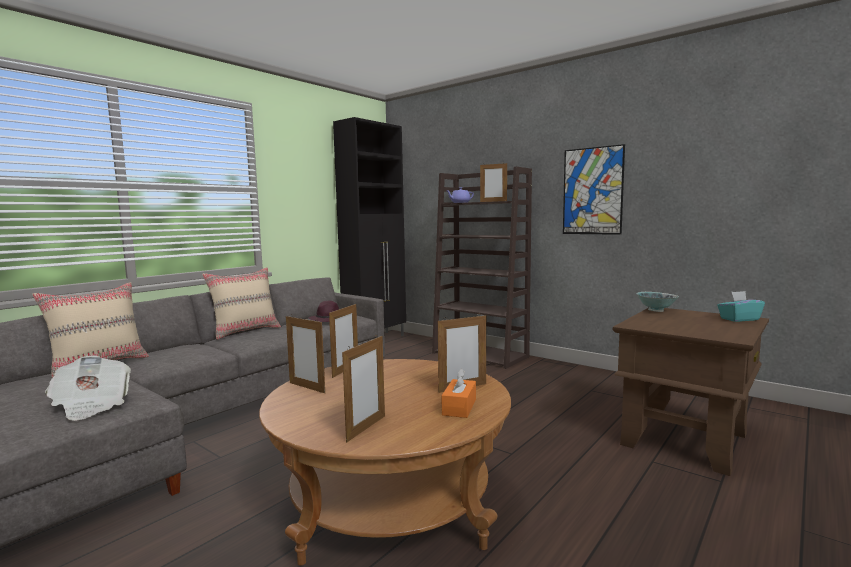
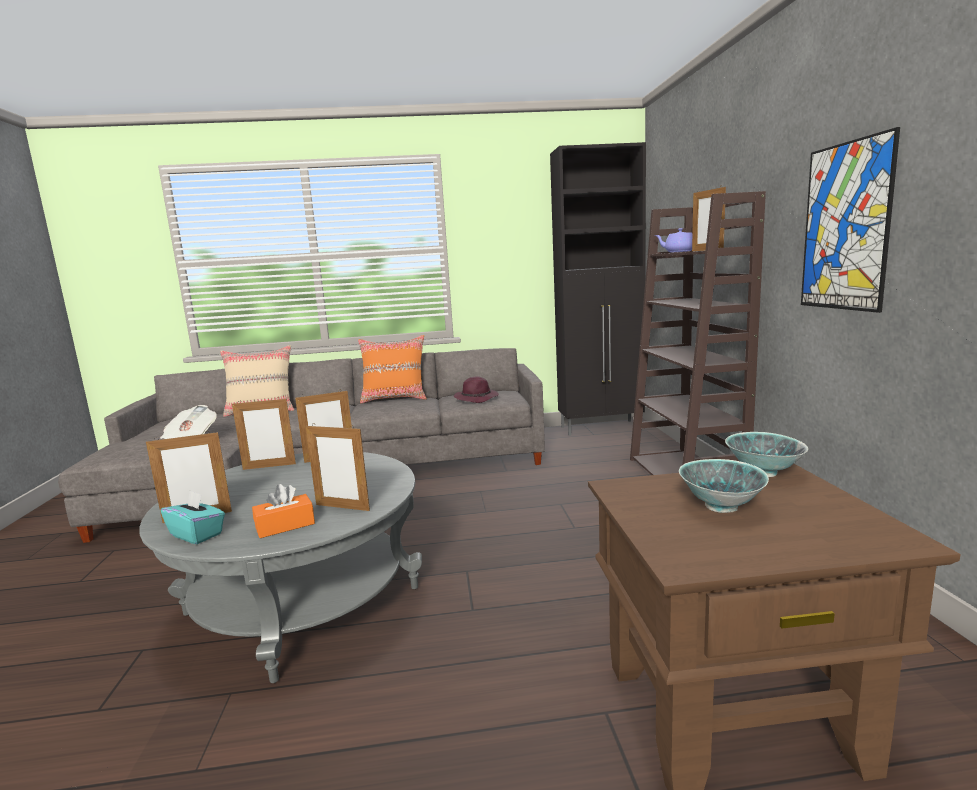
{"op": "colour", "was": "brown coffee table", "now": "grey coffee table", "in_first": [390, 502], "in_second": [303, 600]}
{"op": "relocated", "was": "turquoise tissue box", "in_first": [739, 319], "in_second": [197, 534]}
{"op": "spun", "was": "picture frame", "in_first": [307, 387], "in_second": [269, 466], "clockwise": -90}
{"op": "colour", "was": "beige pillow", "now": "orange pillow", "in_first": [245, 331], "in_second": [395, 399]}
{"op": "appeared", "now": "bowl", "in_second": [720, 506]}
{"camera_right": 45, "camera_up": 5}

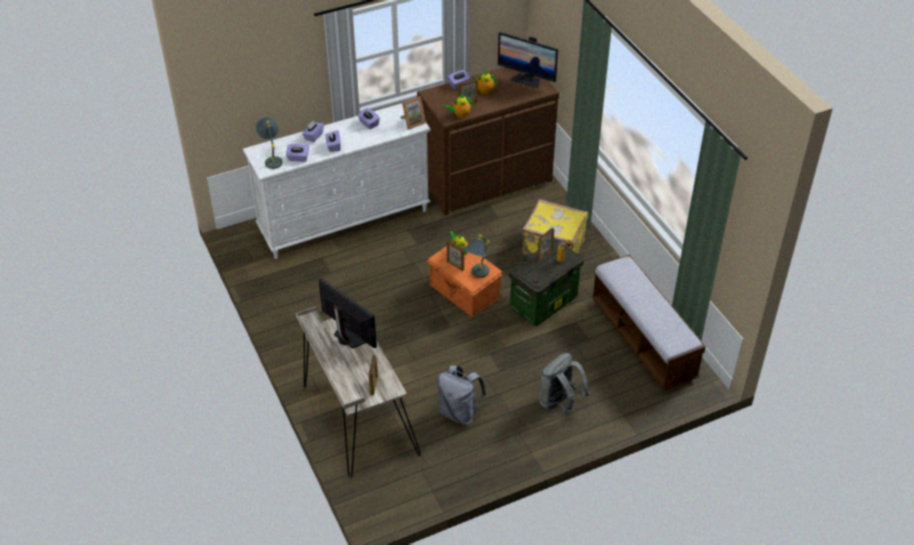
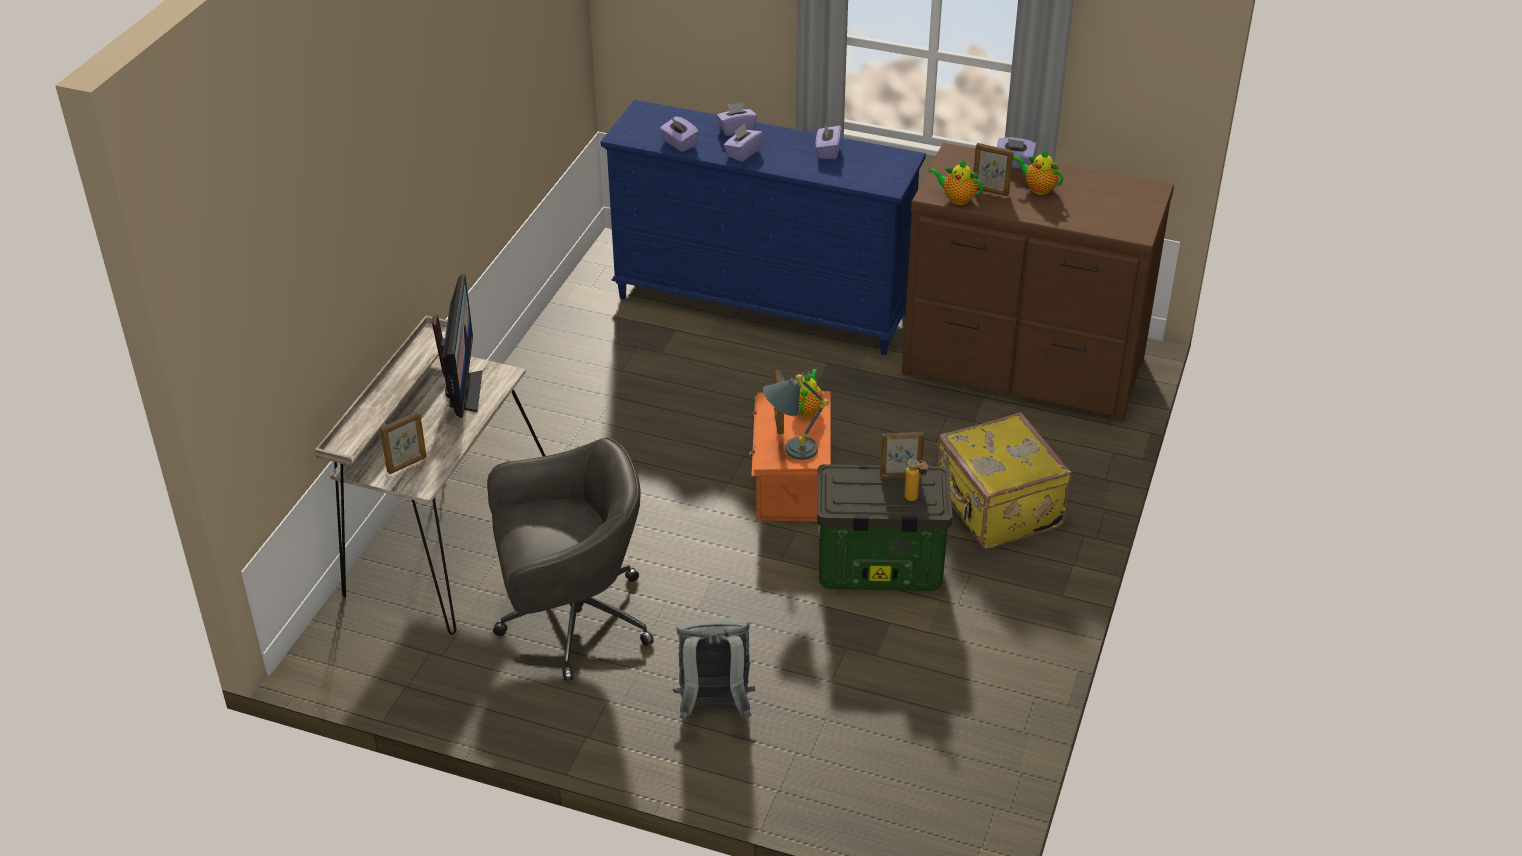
{"op": "exchanged", "was": "grey backpack", "now": "grey office chair", "in_first": [459, 413], "in_second": [571, 621]}
{"op": "colour", "was": "white dresser", "now": "blue dresser", "in_first": [345, 221], "in_second": [763, 306]}
{"op": "missing", "was": "grey table lamp", "in_first": [272, 159]}
{"op": "missing", "was": "picture frame", "in_first": [412, 122]}
{"op": "missing", "was": "monitor", "in_first": [527, 80]}
{"op": "missing", "was": "bench", "in_first": [642, 339]}
{"camera_right": 45, "camera_up": -5}

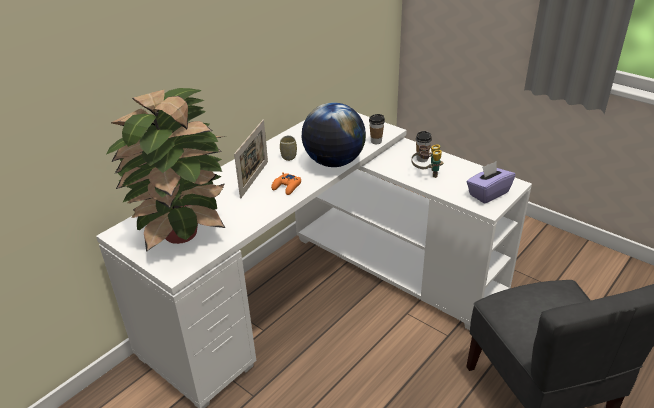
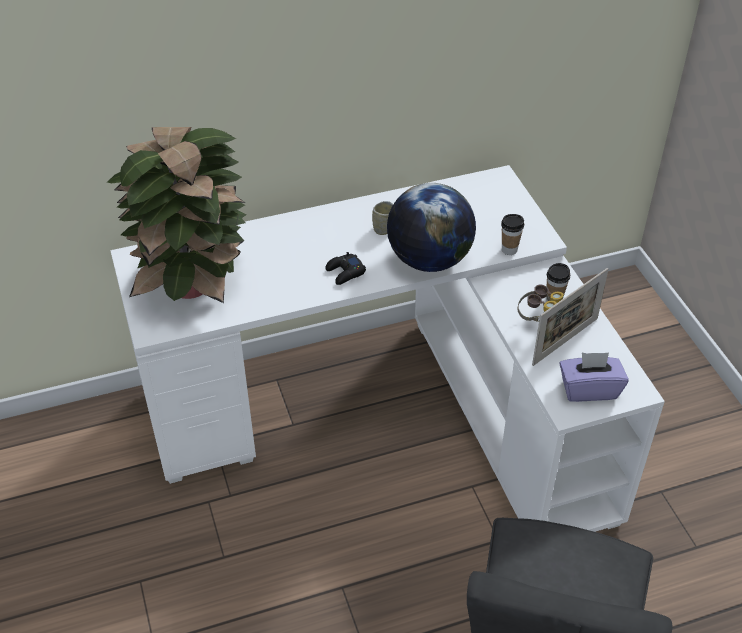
{"op": "colour", "was": "orange game controller", "now": "black game controller", "in_first": [287, 187], "in_second": [345, 272]}
{"op": "relocated", "was": "picture frame", "in_first": [254, 179], "in_second": [565, 341]}
{"camera_right": 30, "camera_up": 10}

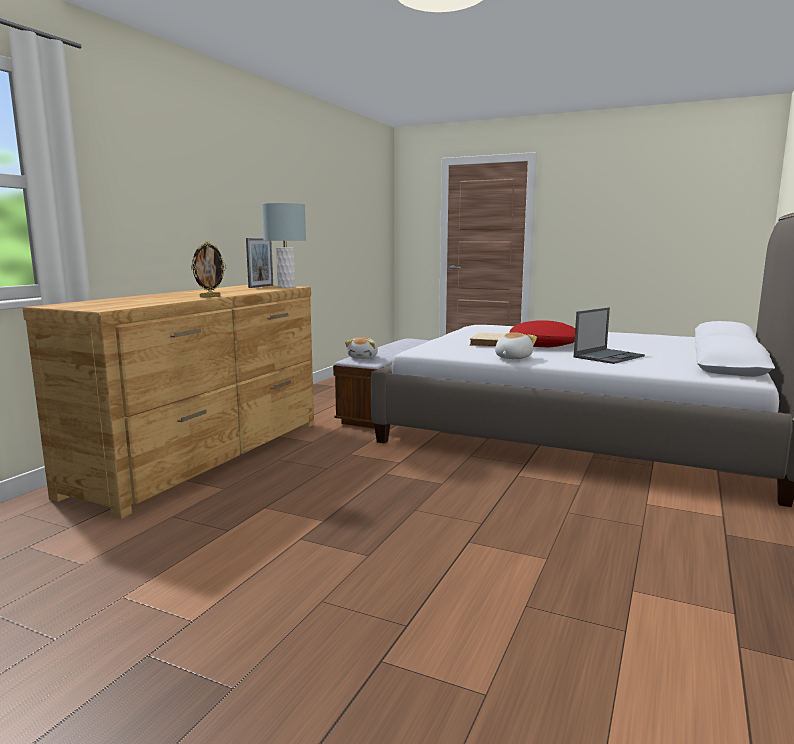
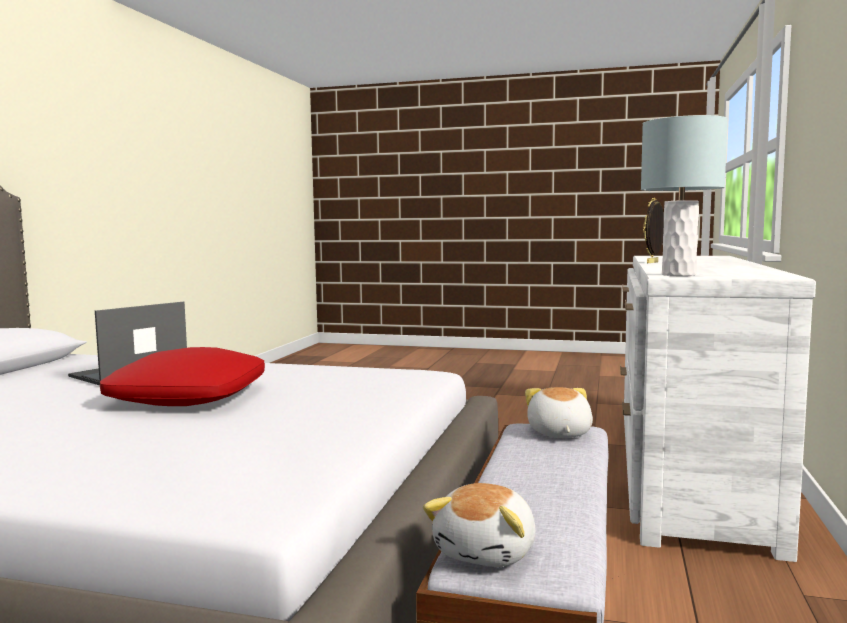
{"op": "relocated", "was": "plush toy", "in_first": [512, 358], "in_second": [488, 552]}
{"op": "colour", "was": "brown dresser", "now": "white dresser", "in_first": [206, 455], "in_second": [688, 472]}
{"op": "missing", "was": "picture frame", "in_first": [261, 286]}
{"op": "missing", "was": "beige book", "in_first": [488, 343]}
{"camera_right": 170, "camera_up": -5}

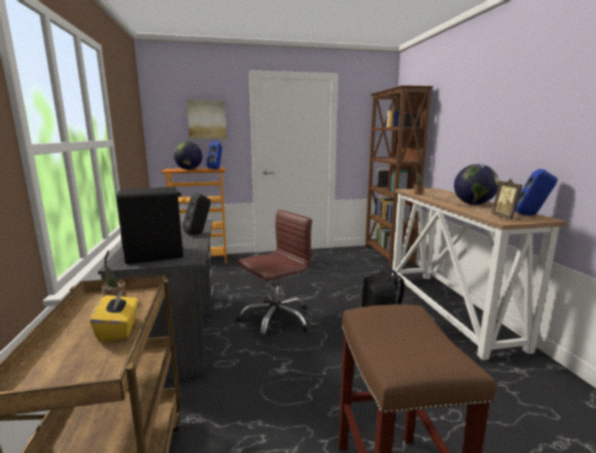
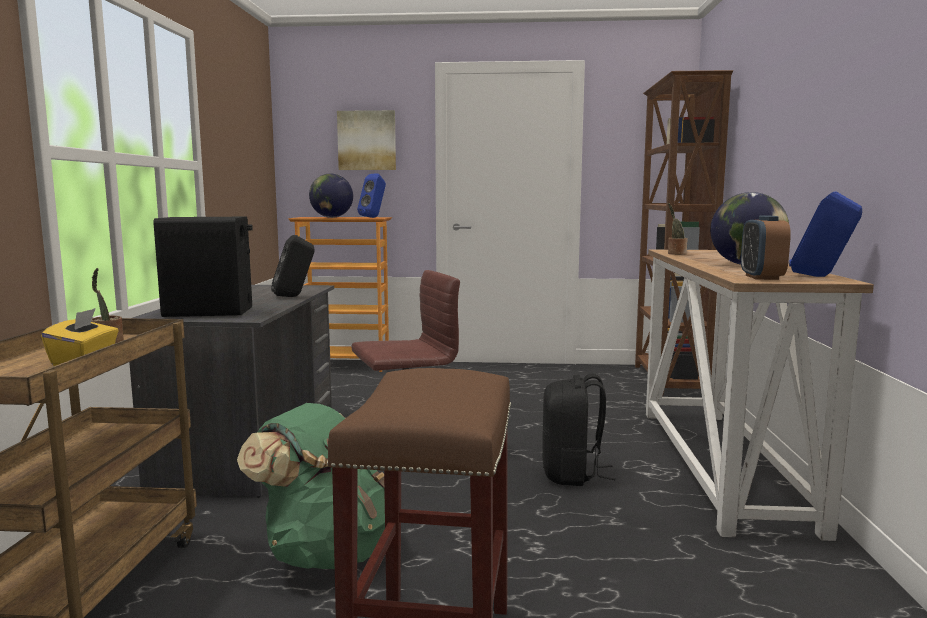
{"op": "appeared", "now": "green backpack", "in_second": [327, 552]}
{"op": "exchanged", "was": "picture frame", "now": "alarm clock", "in_first": [506, 218], "in_second": [761, 277]}
{"camera_right": 15, "camera_up": -5}

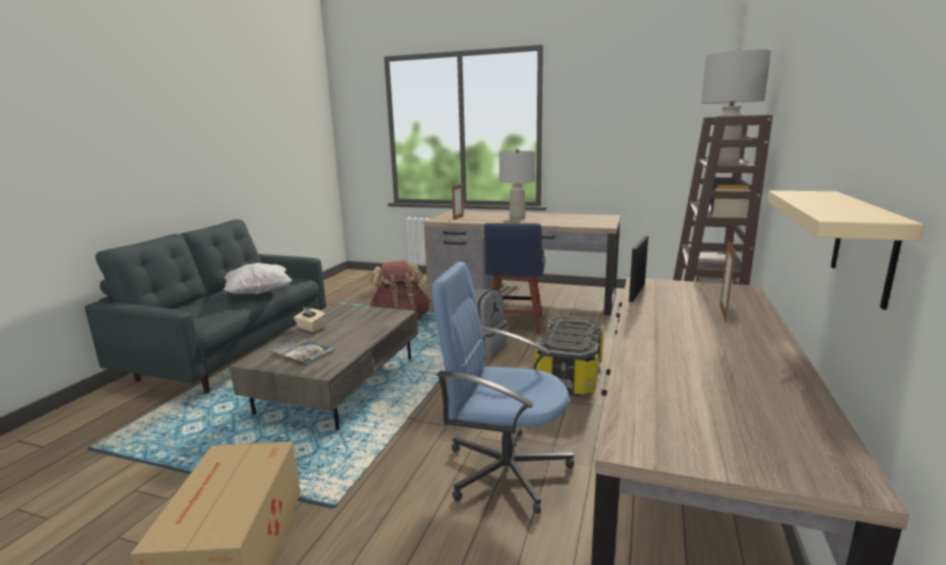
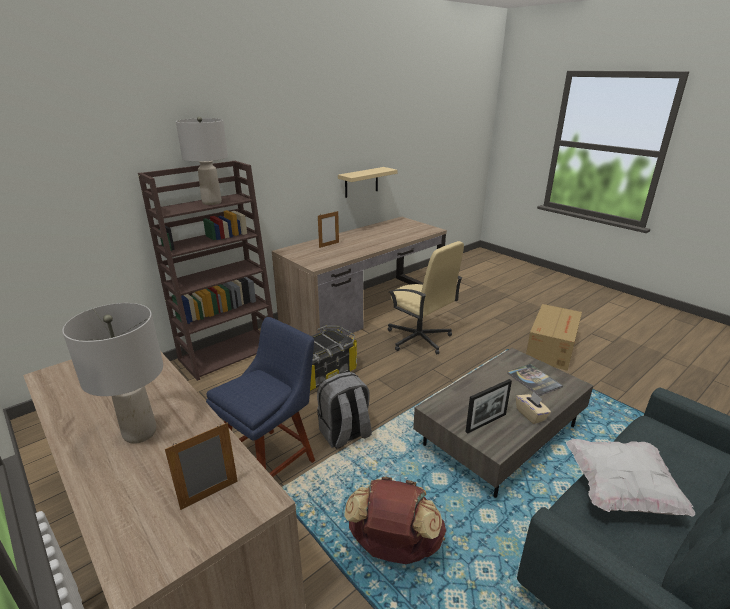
{"op": "colour", "was": "blue office chair", "now": "beige office chair", "in_first": [504, 469], "in_second": [419, 339]}
{"op": "relocated", "was": "picture frame", "in_first": [637, 292], "in_second": [486, 423]}
{"camera_right": -150, "camera_up": 10}

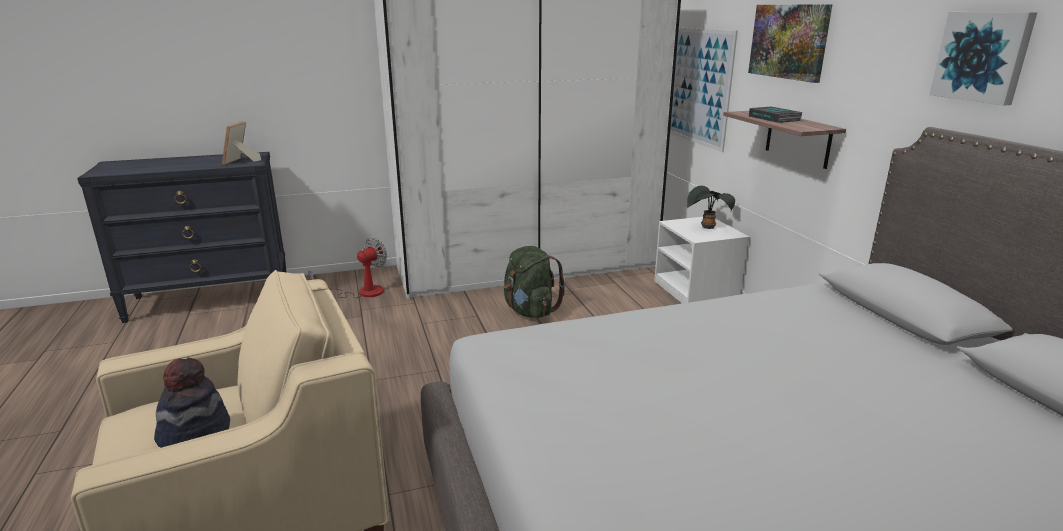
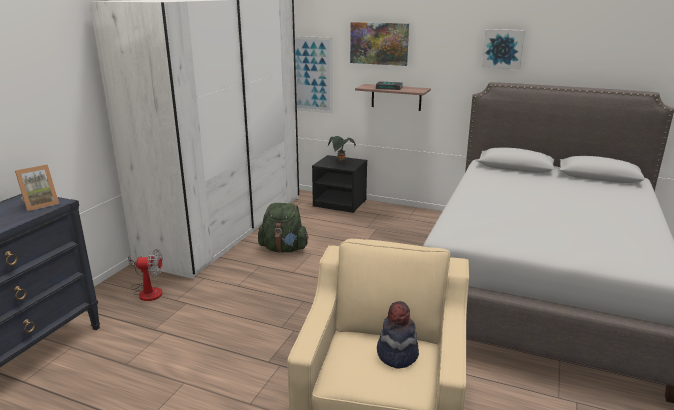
{"op": "spun", "was": "picture frame", "in_first": [241, 161], "in_second": [40, 205], "clockwise": -90}
{"op": "spun", "was": "fan", "in_first": [361, 292], "in_second": [147, 291], "clockwise": 105}
{"op": "colour", "was": "white nightstand", "now": "black nightstand", "in_first": [697, 291], "in_second": [340, 203]}
{"camera_right": -50, "camera_up": 0}

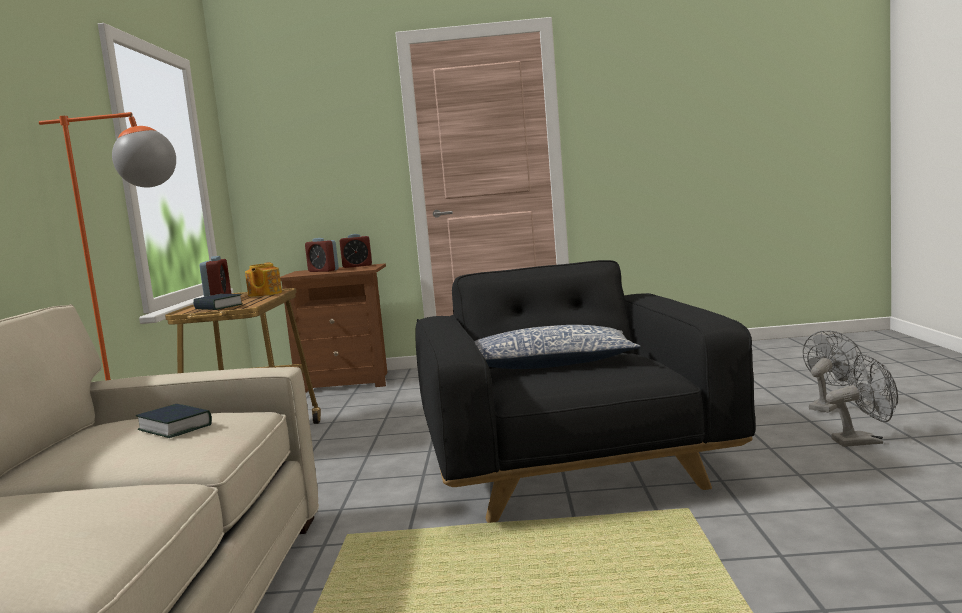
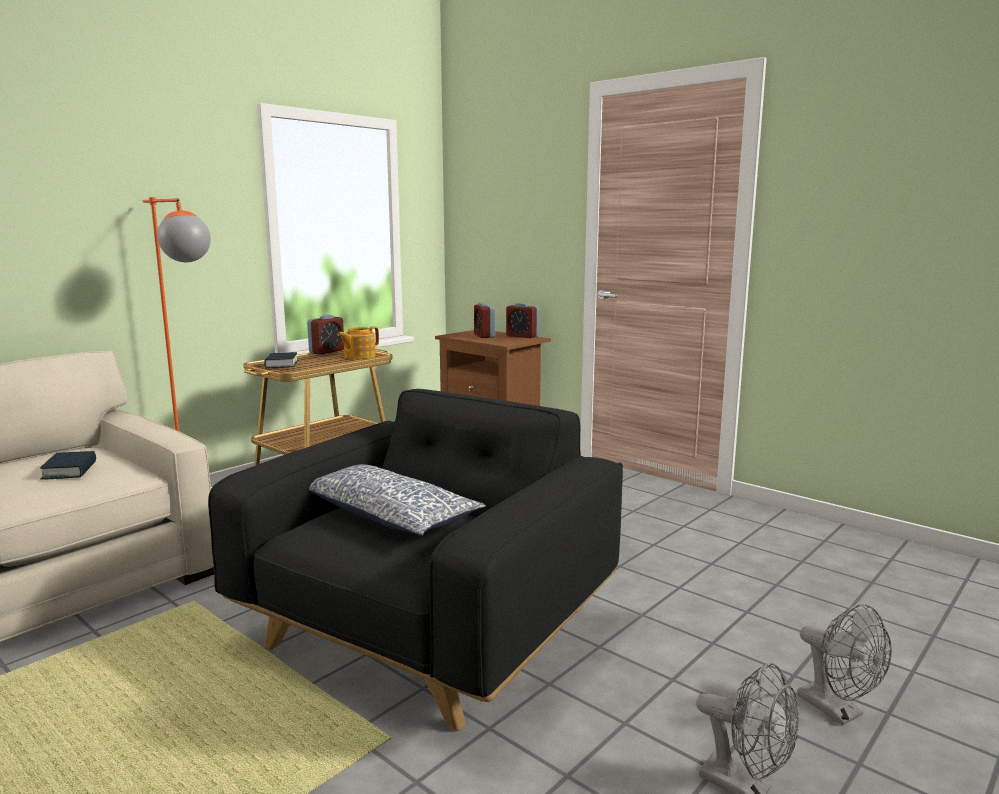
{"op": "spun", "was": "grey fan", "in_first": [829, 405], "in_second": [838, 711], "clockwise": 60}
{"camera_right": 40, "camera_up": 5}

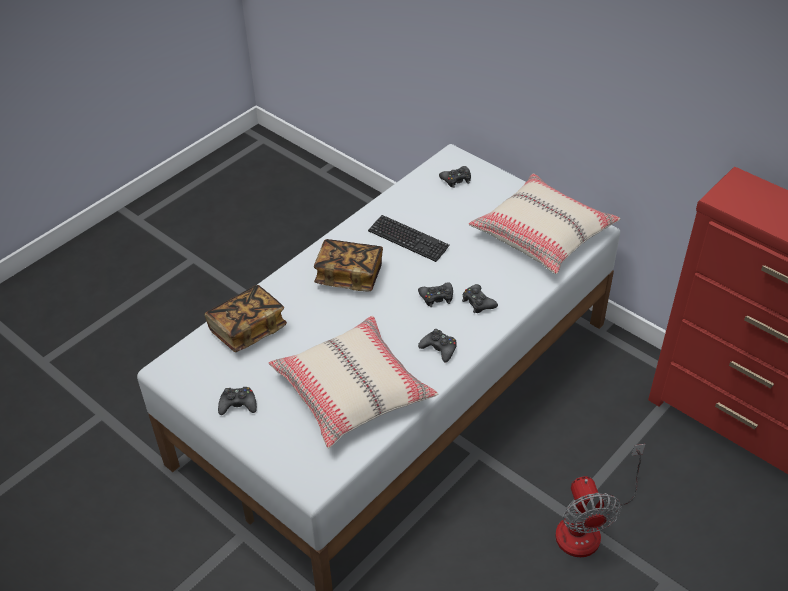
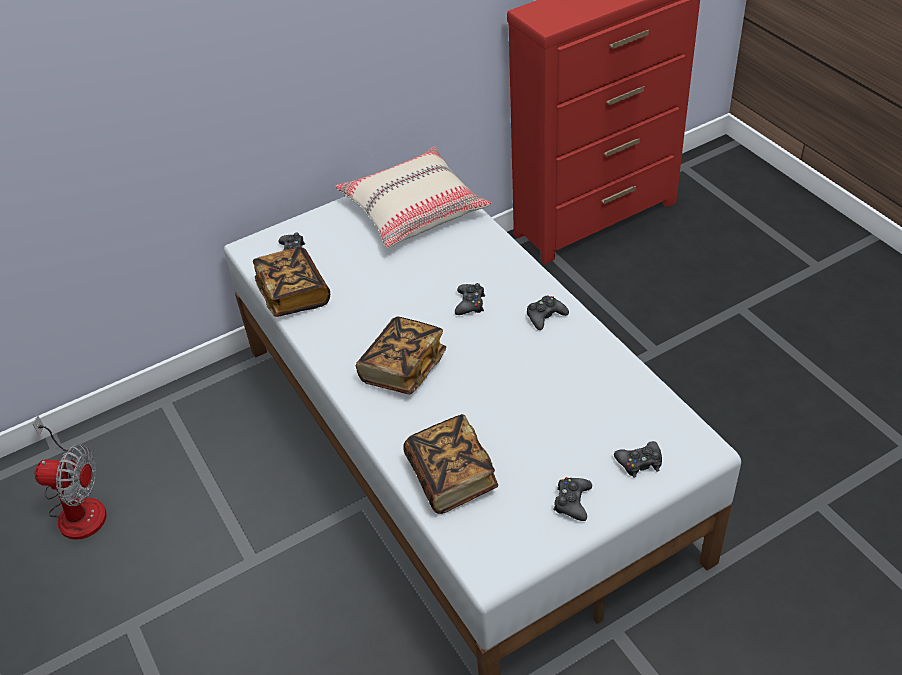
{"op": "relocated", "was": "fan", "in_first": [588, 526], "in_second": [78, 506]}
{"op": "appeared", "now": "book", "in_second": [293, 294]}
{"op": "relocated", "was": "black game controller", "in_first": [478, 302], "in_second": [639, 462]}
{"op": "missing", "was": "beige pillow", "in_first": [353, 391]}
{"op": "missing", "was": "keyboard", "in_first": [408, 239]}
{"camera_right": -70, "camera_up": 0}

